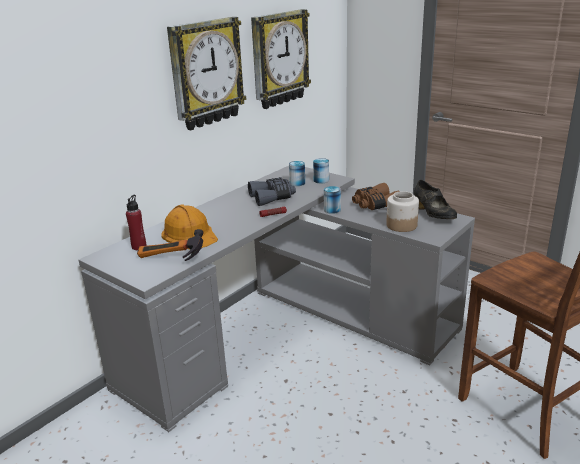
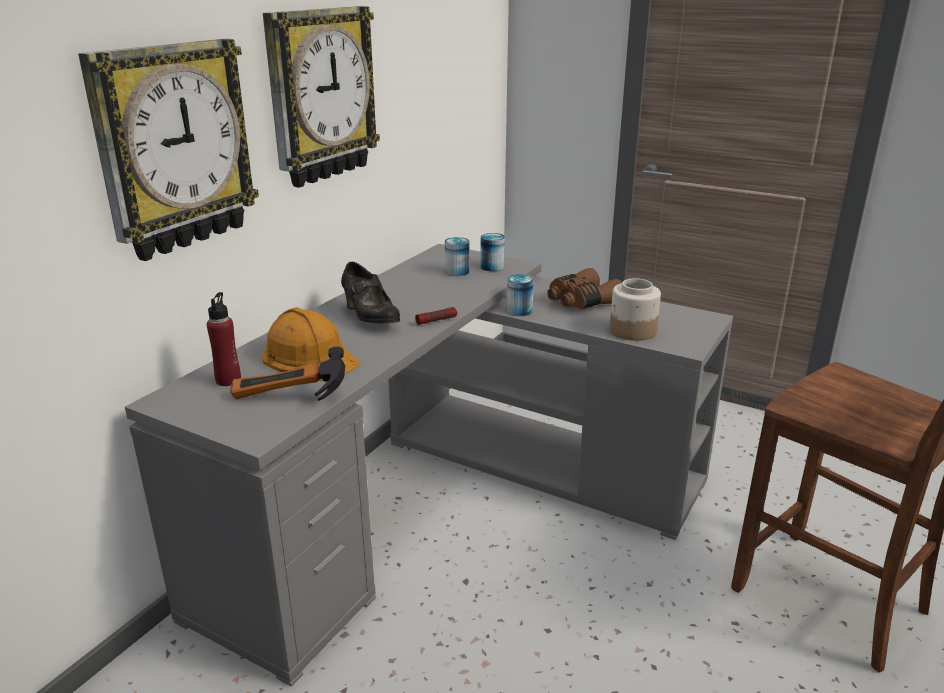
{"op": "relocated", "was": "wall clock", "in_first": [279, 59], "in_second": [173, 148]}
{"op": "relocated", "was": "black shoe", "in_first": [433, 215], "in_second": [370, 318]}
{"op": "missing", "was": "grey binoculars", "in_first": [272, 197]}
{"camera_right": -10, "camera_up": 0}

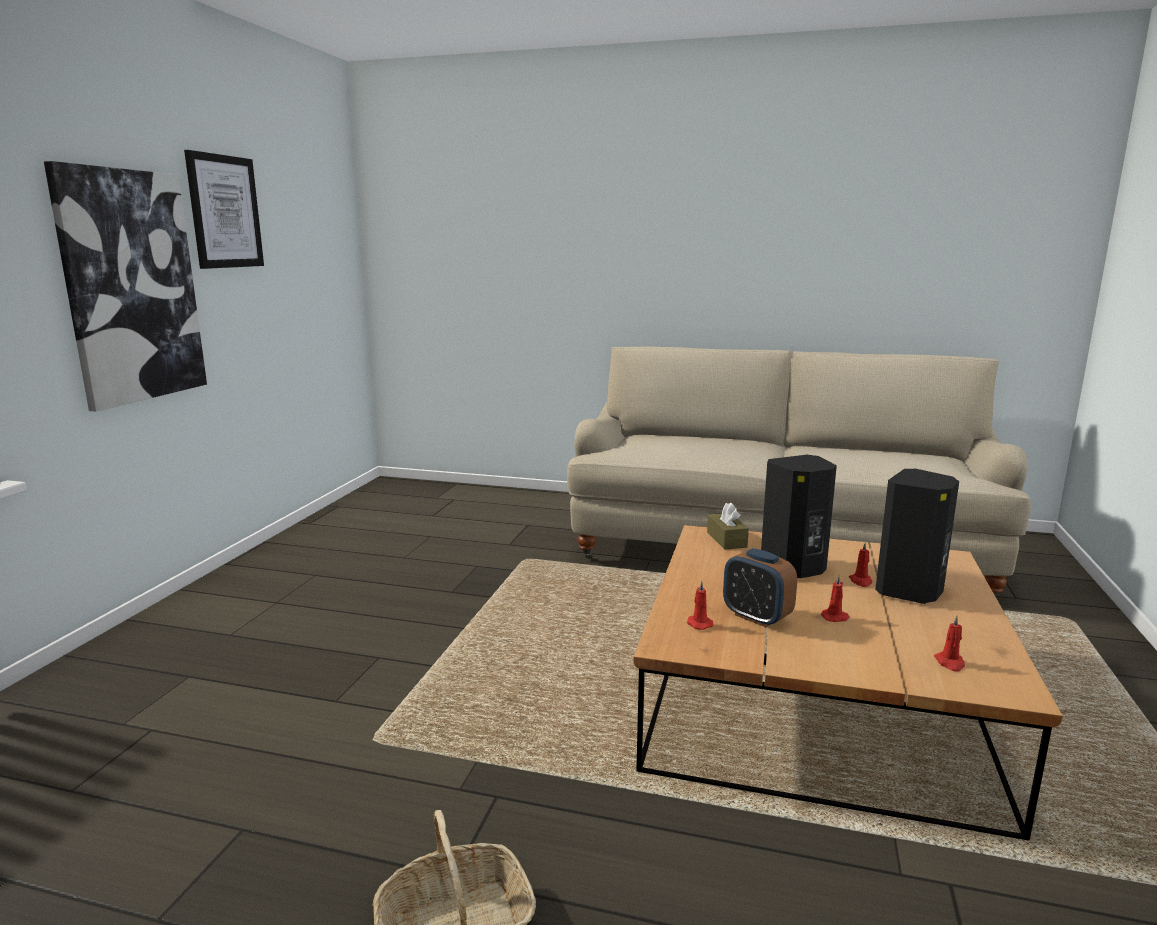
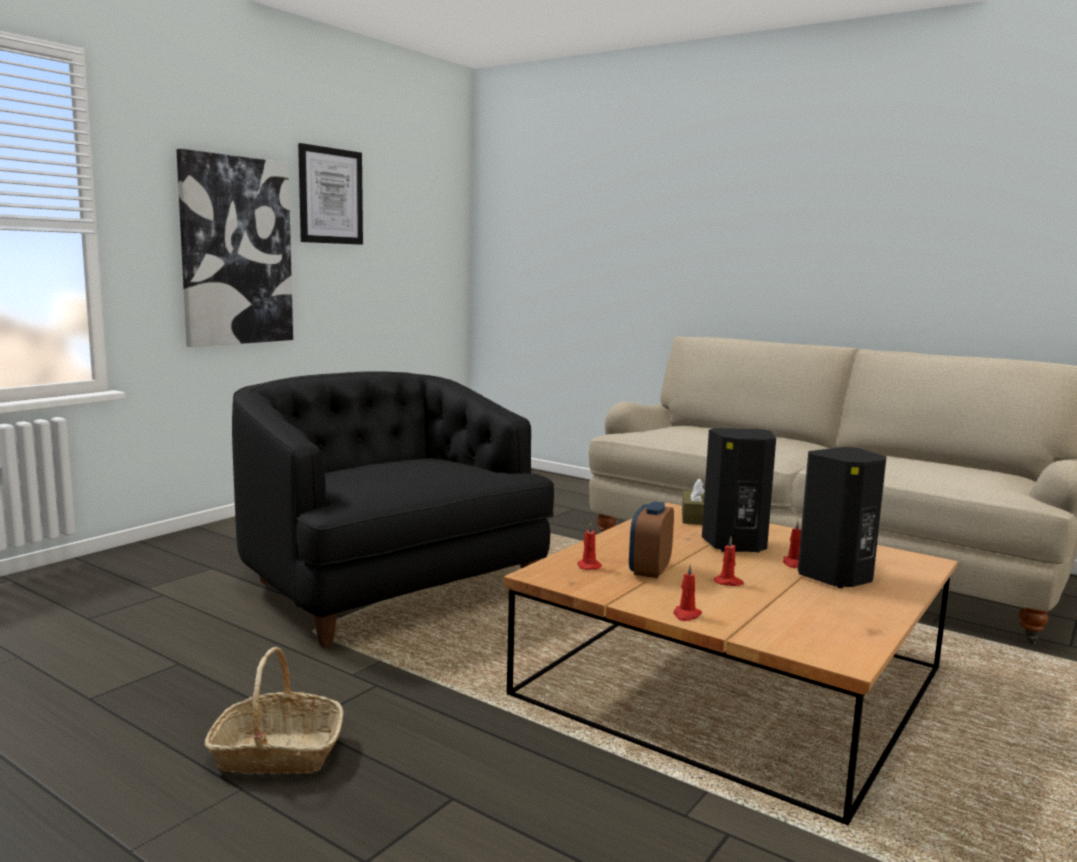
{"op": "appeared", "now": "black armchair", "in_second": [389, 587]}
{"op": "spun", "was": "alarm clock", "in_first": [756, 617], "in_second": [649, 570], "clockwise": 45}
{"op": "relocated", "was": "red candle", "in_first": [950, 663], "in_second": [686, 615]}
{"camera_right": 20, "camera_up": -5}

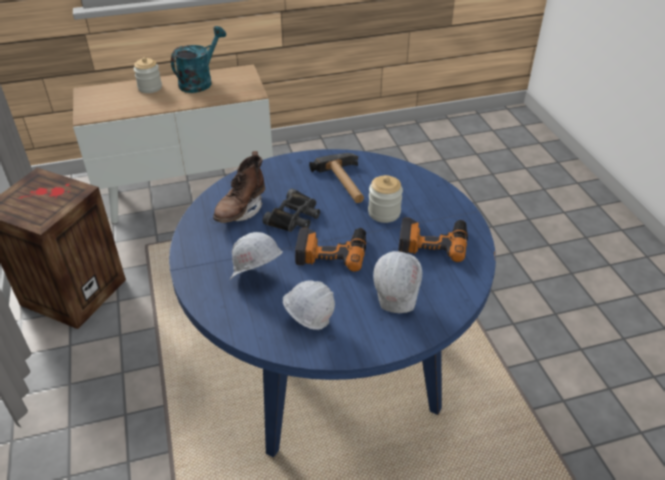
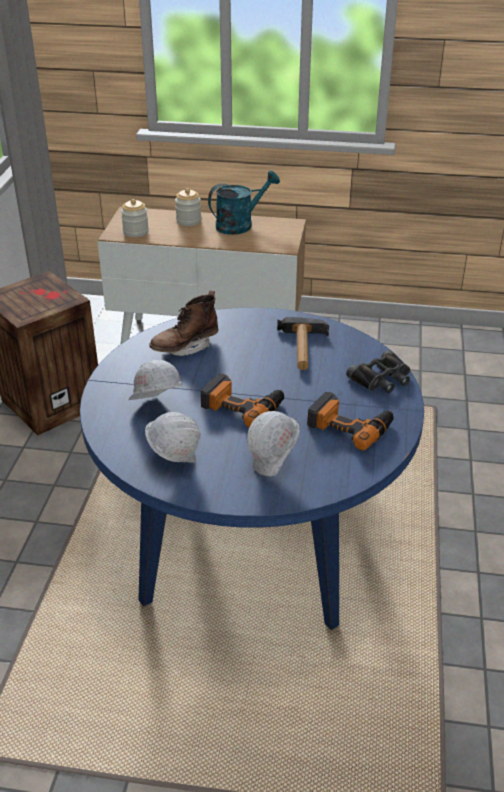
{"op": "relocated", "was": "jar", "in_first": [384, 213], "in_second": [136, 232]}
{"op": "relocated", "was": "black binoculars", "in_first": [294, 217], "in_second": [382, 378]}
{"camera_right": 25, "camera_up": -5}

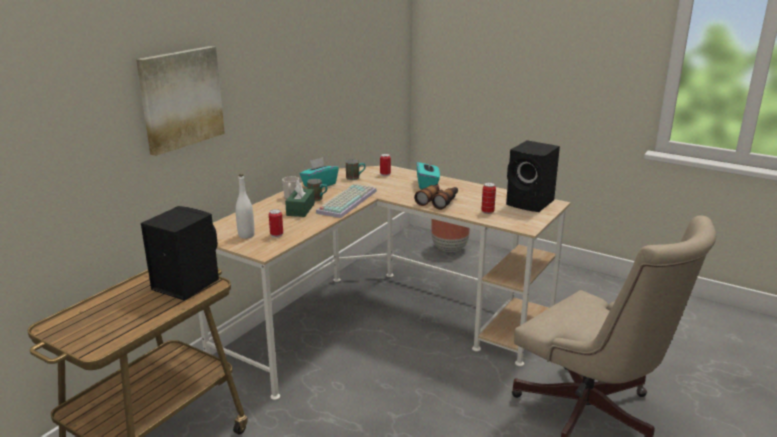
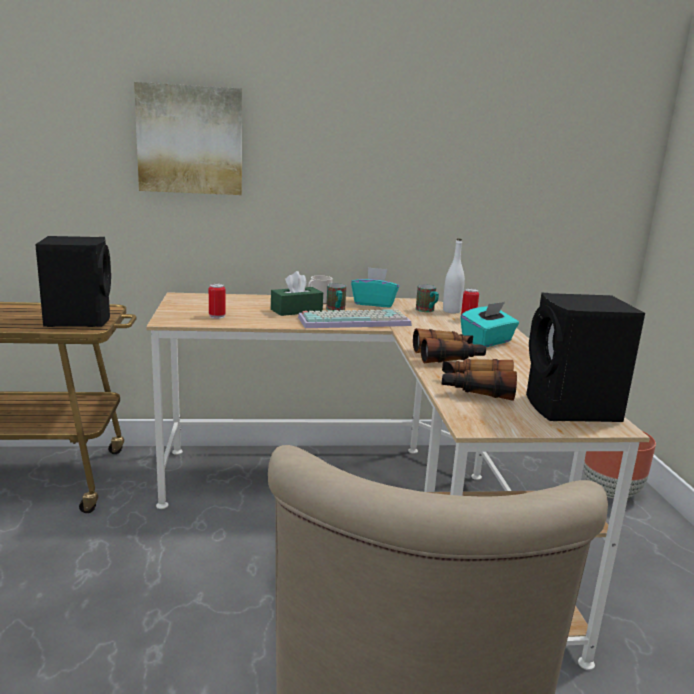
{"op": "exchanged", "was": "can", "now": "binoculars", "in_first": [487, 212], "in_second": [475, 389]}
{"op": "relocated", "was": "white bottle", "in_first": [246, 235], "in_second": [451, 311]}
{"camera_right": 50, "camera_up": -5}

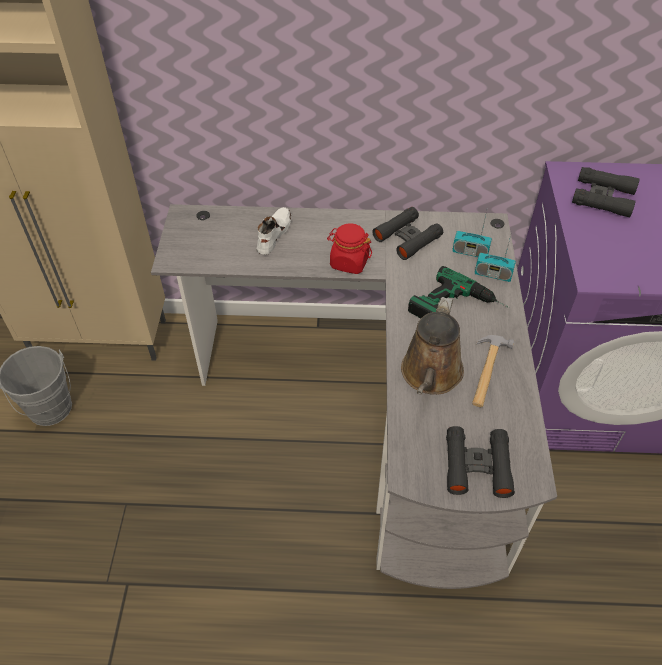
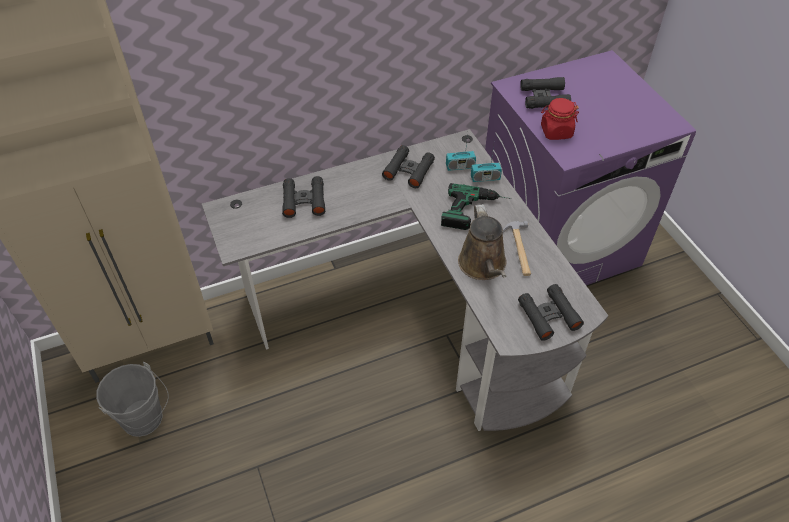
{"op": "exchanged", "was": "white shoe", "now": "black binoculars", "in_first": [273, 234], "in_second": [304, 201]}
{"op": "relocated", "was": "red jar", "in_first": [349, 262], "in_second": [556, 132]}
{"camera_right": -25, "camera_up": 0}

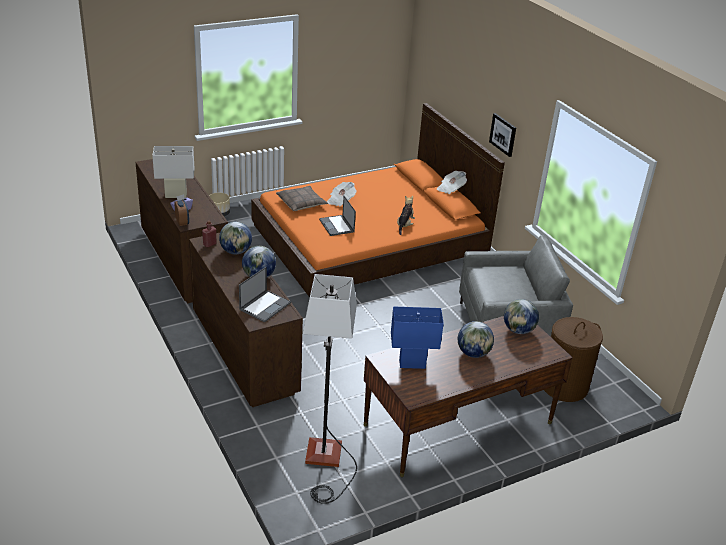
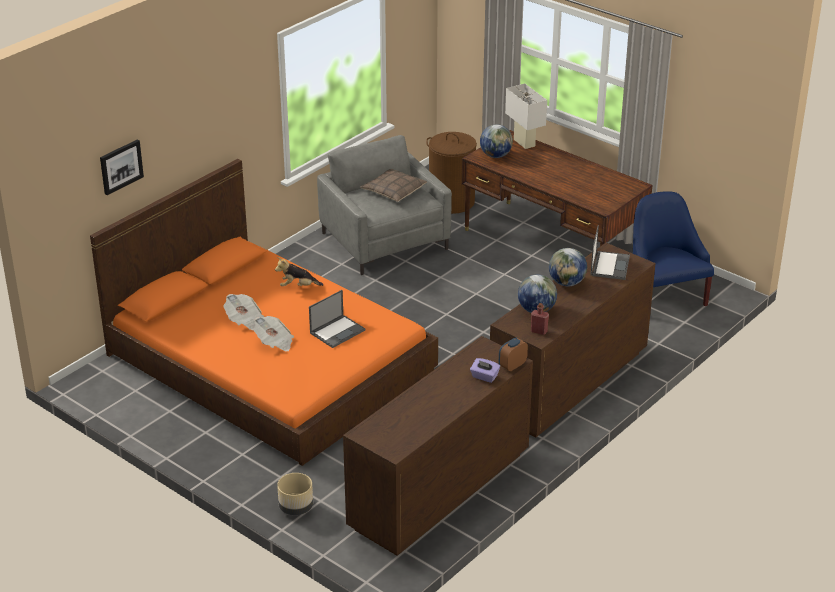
{"op": "relocated", "was": "picture", "in_first": [503, 134], "in_second": [121, 166]}
{"op": "relocated", "was": "newspaper", "in_first": [450, 189], "in_second": [244, 320]}
{"op": "relocated", "was": "pillow", "in_first": [301, 203], "in_second": [393, 191]}
{"op": "relocated", "was": "white table lamp", "in_first": [176, 195], "in_second": [524, 143]}
{"op": "spun", "was": "laptop", "in_first": [265, 306], "in_second": [609, 265], "clockwise": 90}
{"op": "exchanged", "was": "floor lamp", "now": "blue armchair", "in_first": [326, 462], "in_second": [663, 296]}
{"op": "missing", "was": "blue table lamp", "in_first": [412, 364]}
{"op": "missing", "was": "globe", "in_first": [473, 353]}
{"camera_right": -110, "camera_up": 0}

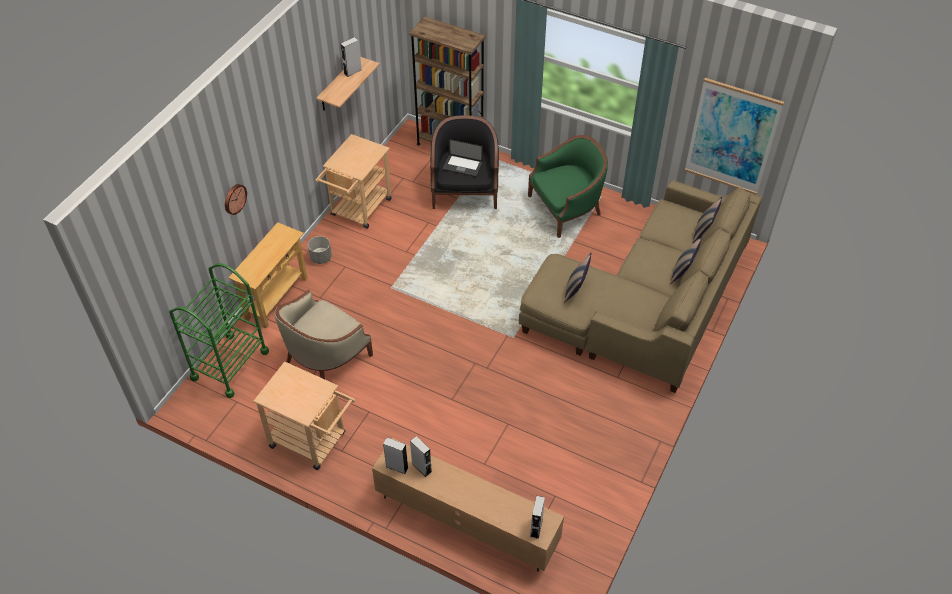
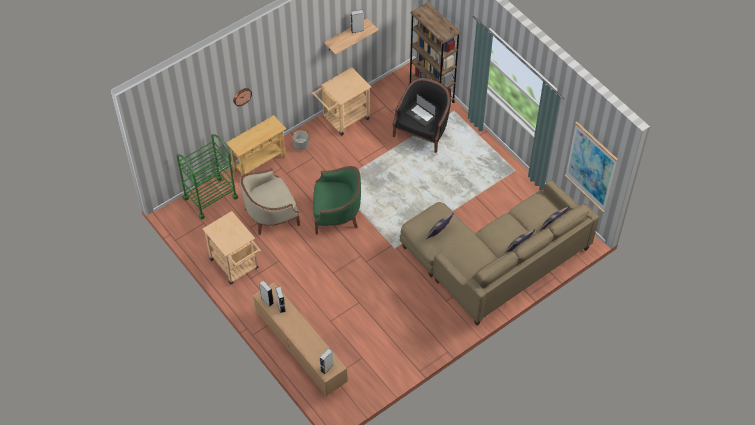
{"op": "relocated", "was": "green armchair", "in_first": [566, 208], "in_second": [336, 214]}
{"camera_right": 25, "camera_up": 5}

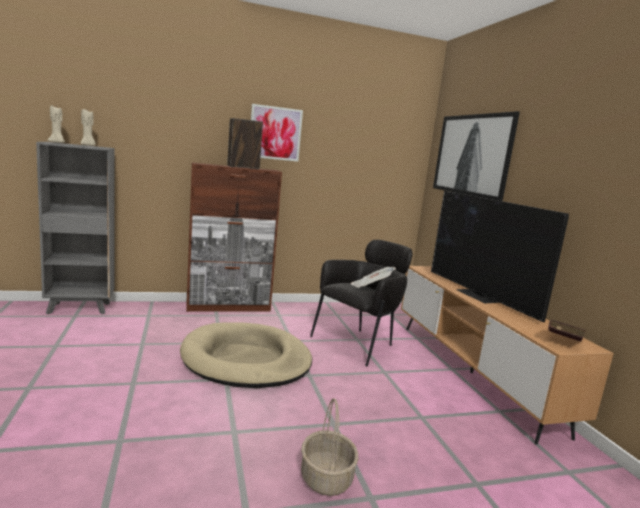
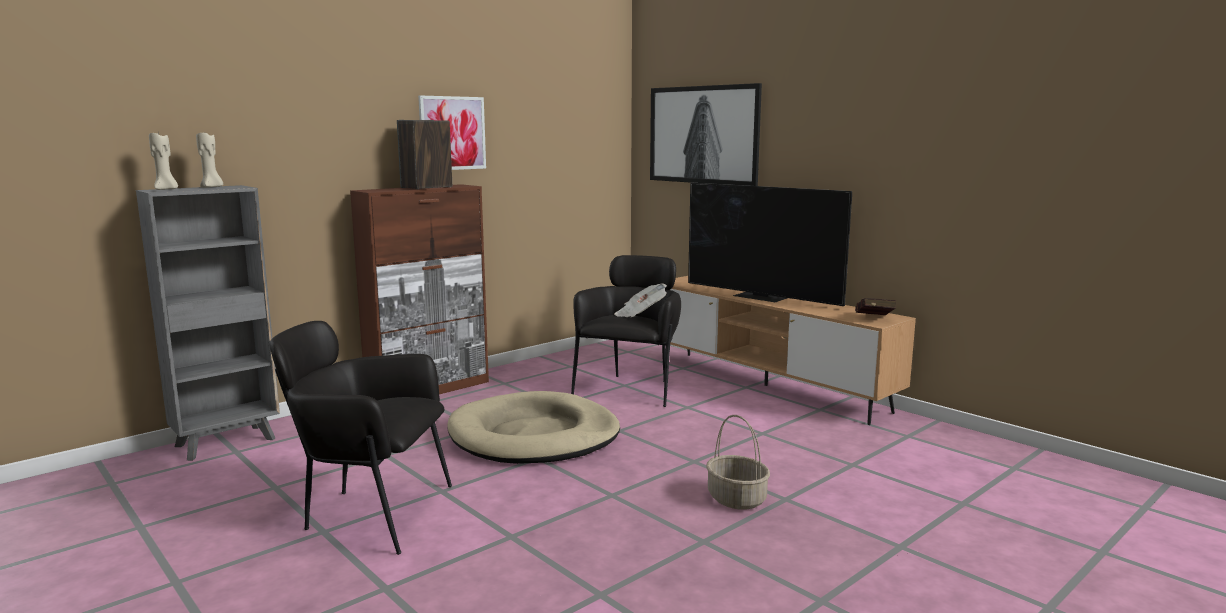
{"op": "appeared", "now": "black armchair", "in_second": [369, 513]}
{"camera_right": -25, "camera_up": 0}

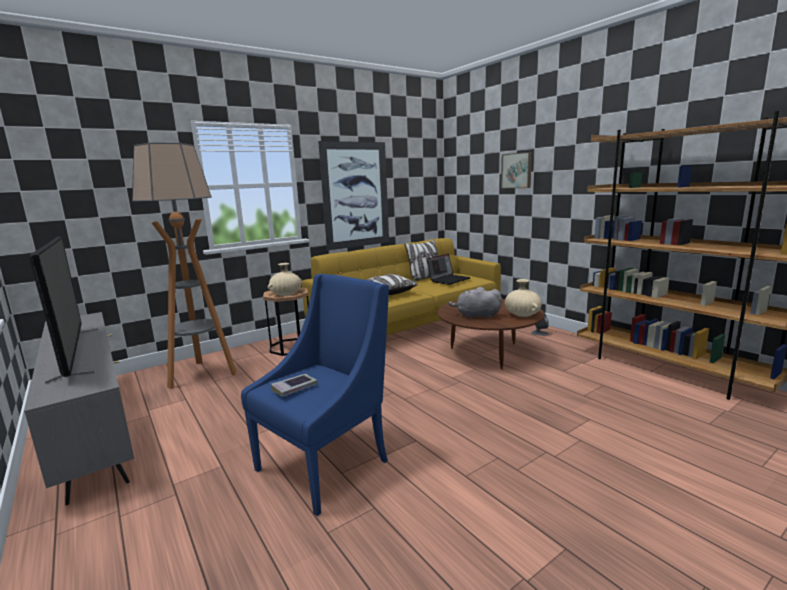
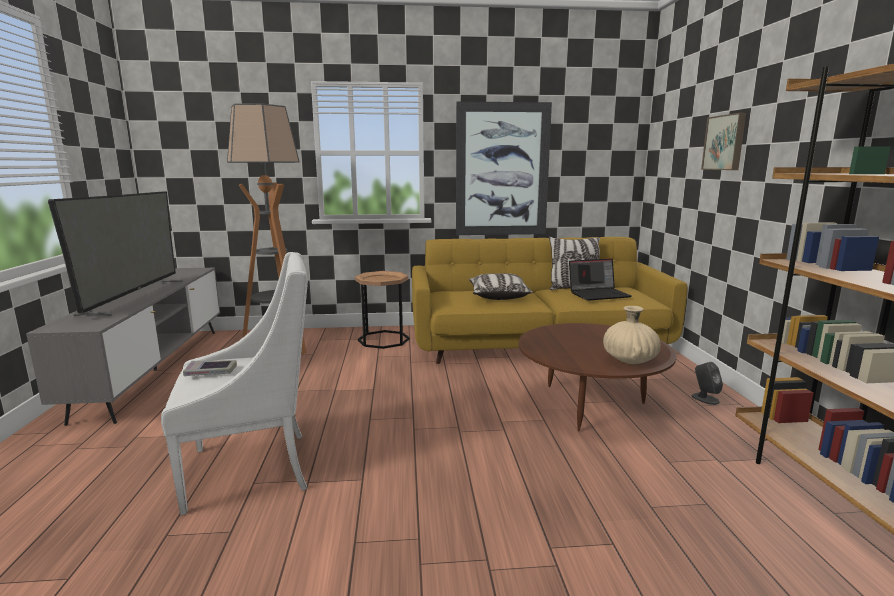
{"op": "colour", "was": "blue armchair", "now": "white armchair", "in_first": [326, 464], "in_second": [254, 468]}
{"op": "missing", "was": "beige vase", "in_first": [286, 294]}
{"op": "missing", "was": "grey plush toy", "in_first": [476, 316]}
{"camera_right": 30, "camera_up": 0}

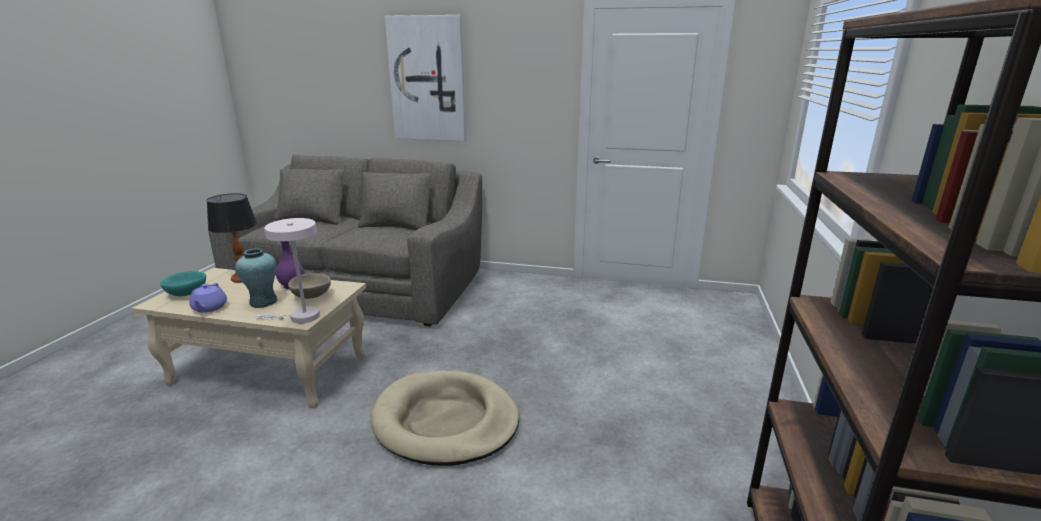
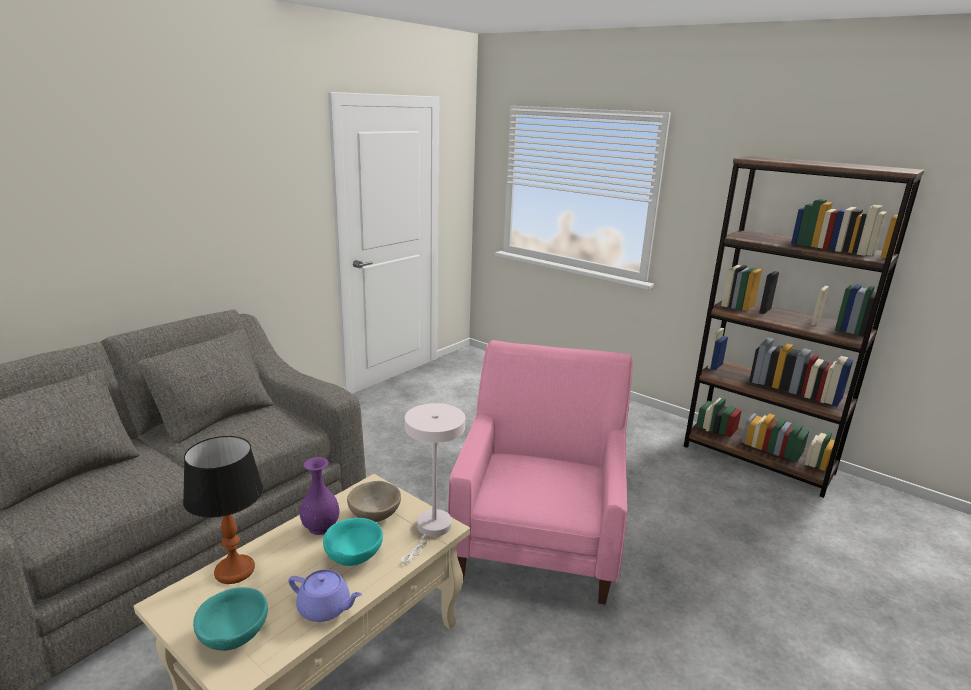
{"op": "exchanged", "was": "turquoise vase", "now": "turquoise bowl", "in_first": [263, 302], "in_second": [354, 555]}
{"op": "exchanged", "was": "beige dog bed", "now": "pink armchair", "in_first": [445, 421], "in_second": [538, 537]}
{"op": "missing", "was": "picture", "in_first": [427, 79]}
{"camera_right": -65, "camera_up": 0}

